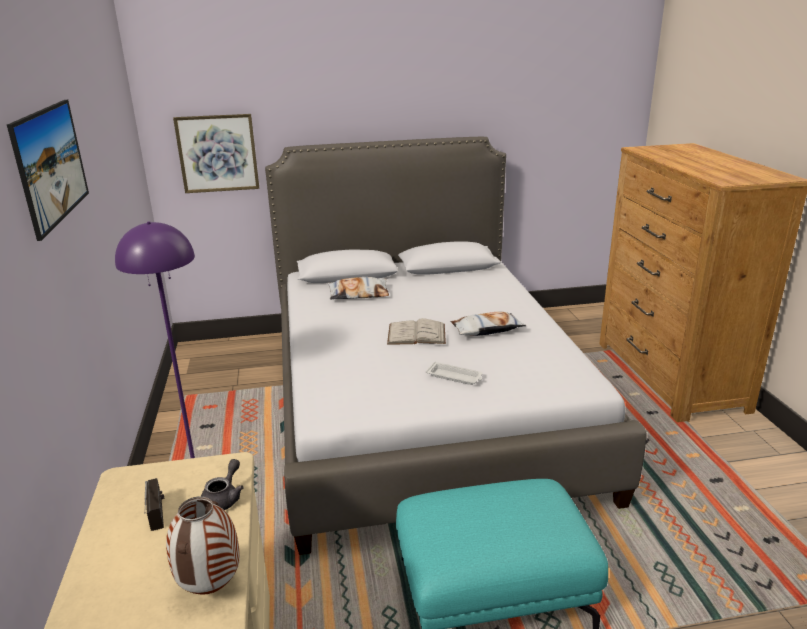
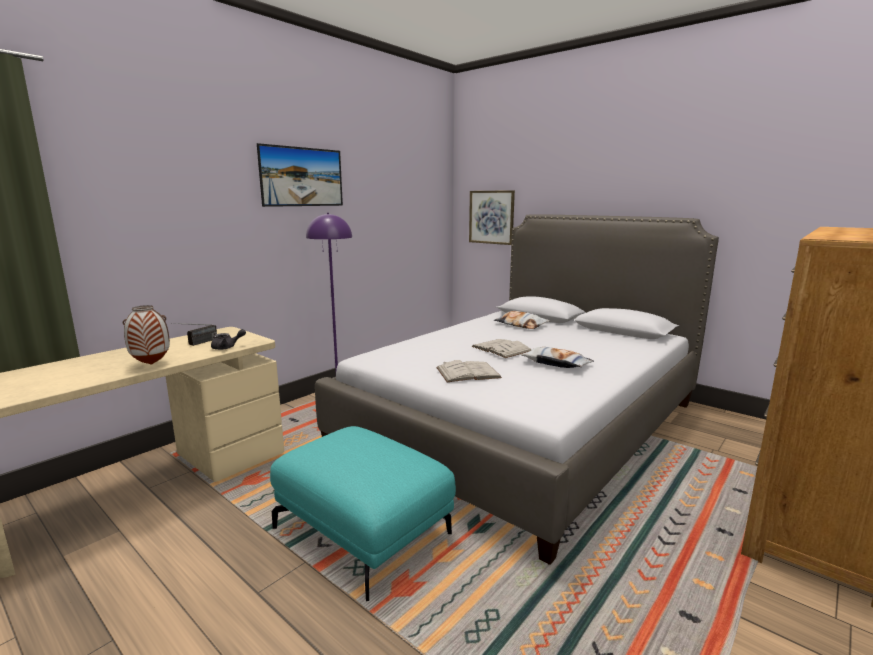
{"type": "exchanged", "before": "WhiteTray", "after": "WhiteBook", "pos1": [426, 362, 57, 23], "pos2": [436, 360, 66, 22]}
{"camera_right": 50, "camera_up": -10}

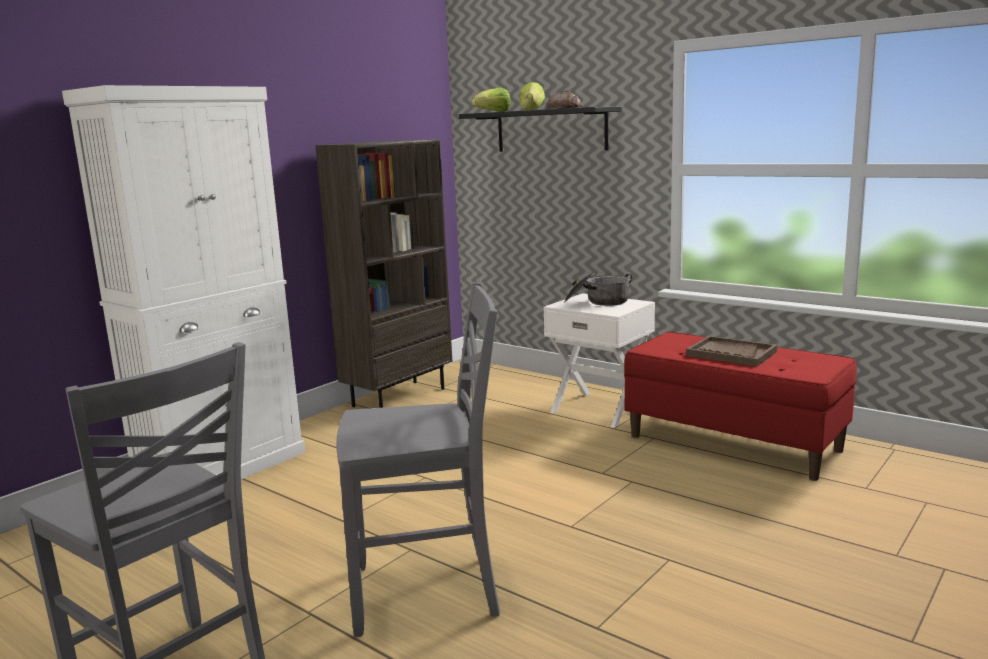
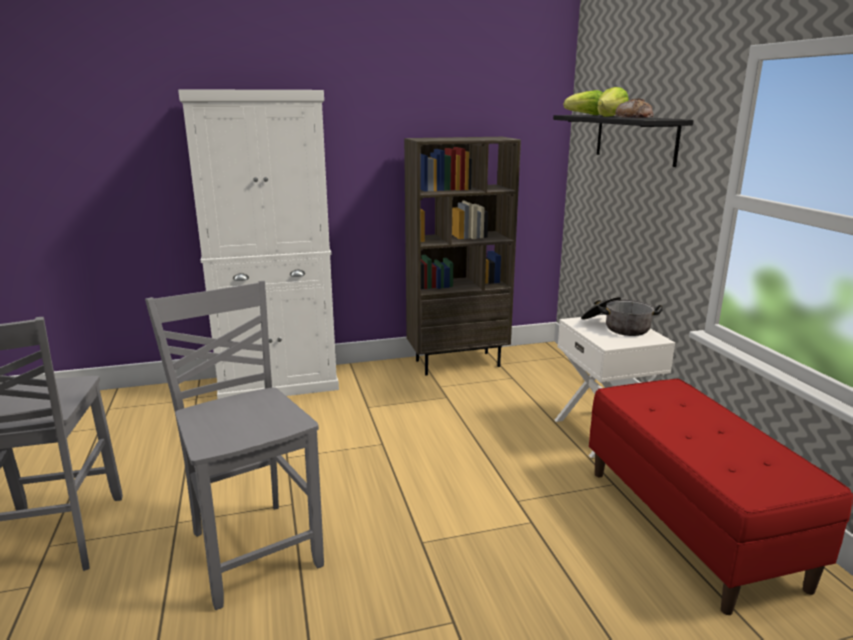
{"type": "spun", "before": "GreyChair", "pos1": [337, 282, 163, 355], "pos2": [145, 281, 179, 329], "turn": -150}
{"type": "missing", "before": "BrownTray", "pos1": [686, 336, 91, 30]}
{"camera_right": 35, "camera_up": 5}

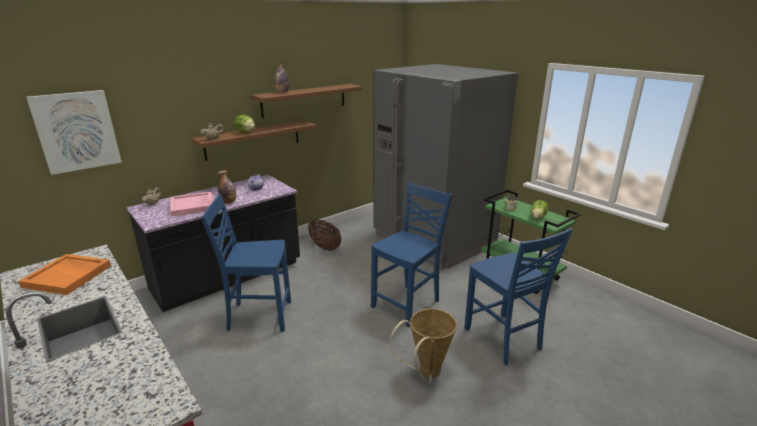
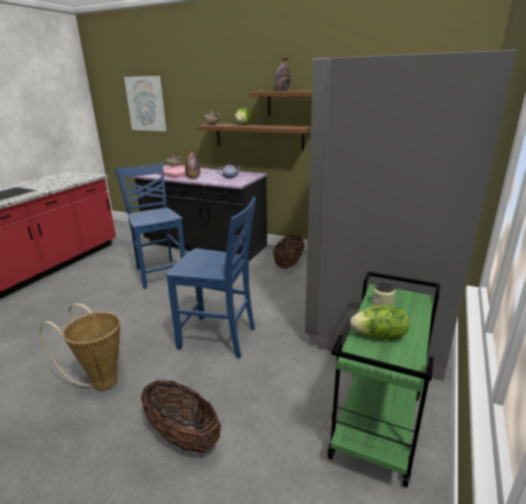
{"type": "exchanged", "before": "BlueChair", "after": "Basket", "pos1": [464, 228, 109, 137], "pos2": [141, 380, 80, 73]}
{"type": "missing", "before": "OrangeTray", "pos1": [18, 254, 93, 41]}
{"camera_right": 65, "camera_up": 0}

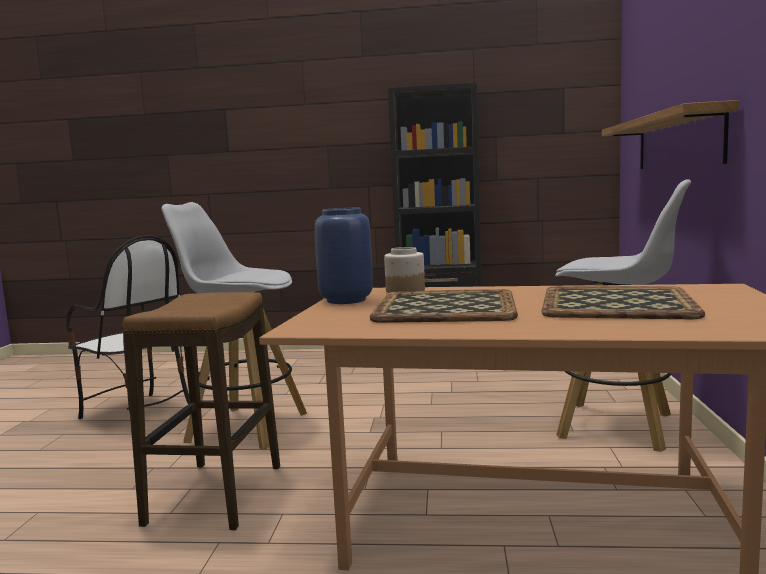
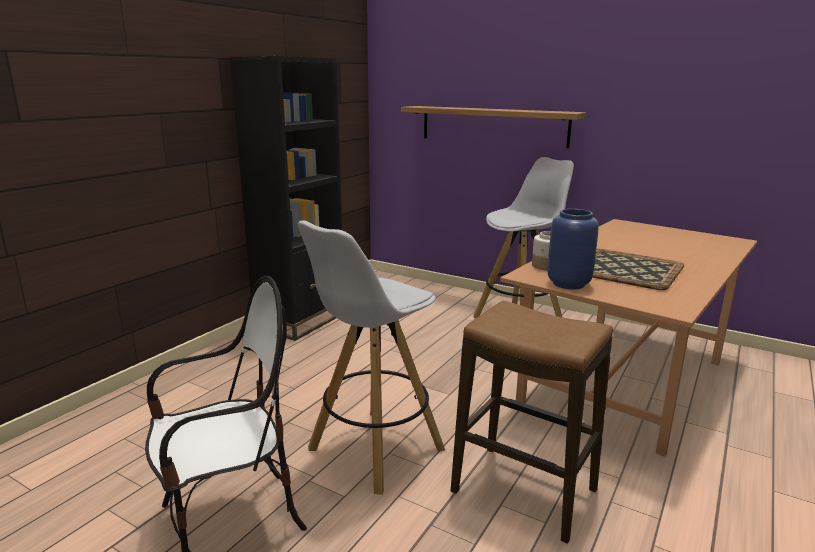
{"type": "missing", "before": "Tray", "pos1": [541, 286, 164, 33]}
{"camera_right": -65, "camera_up": 10}

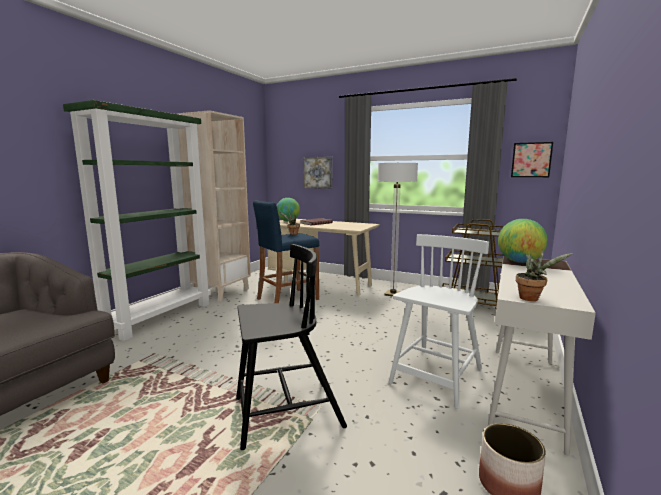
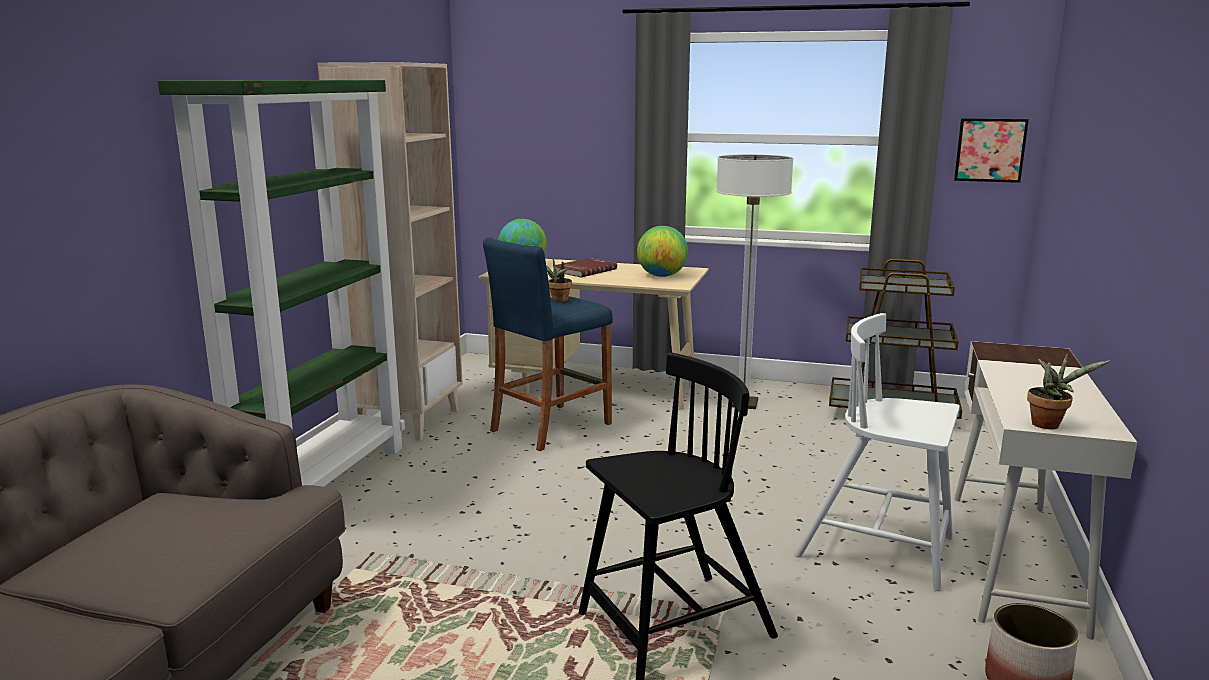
{"type": "relocated", "before": "Globe", "pos1": [498, 219, 50, 44], "pos2": [637, 226, 51, 51]}
{"type": "spun", "before": "WhiteChair", "pos1": [388, 234, 101, 175], "pos2": [794, 313, 166, 278], "turn": -90}
{"type": "missing", "before": "Picture", "pos1": [303, 157, 29, 32]}
{"camera_right": -10, "camera_up": 5}

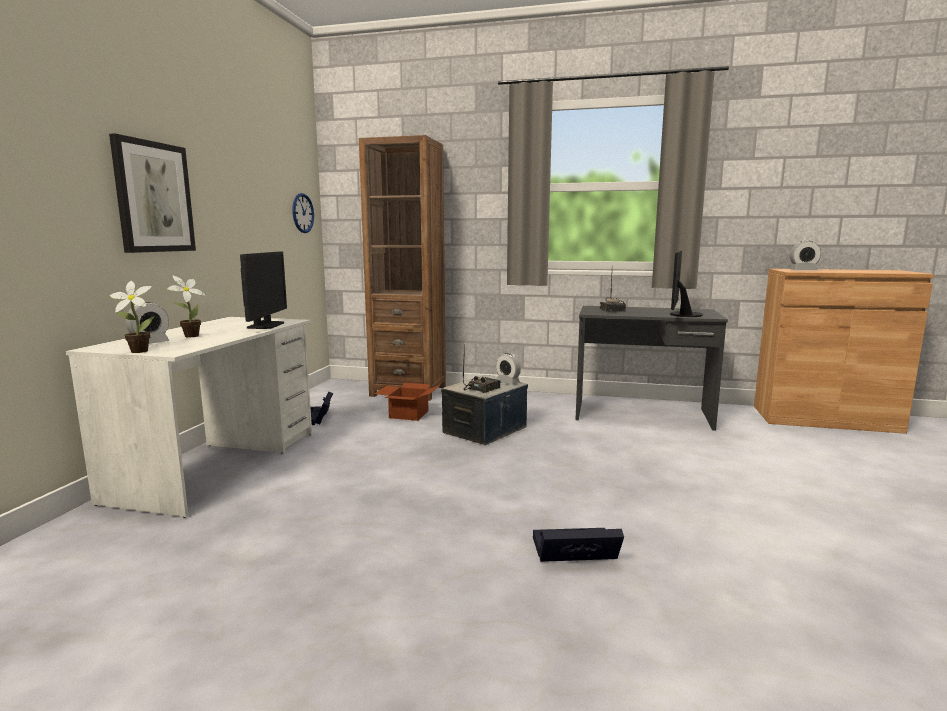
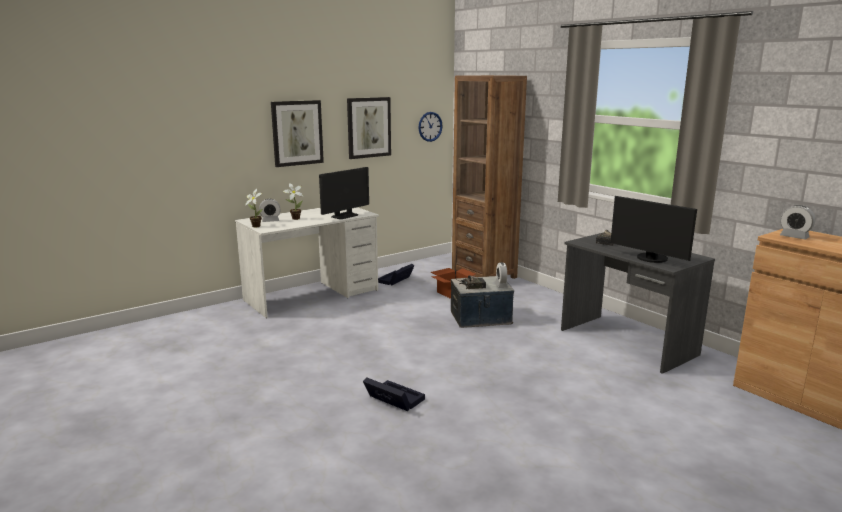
{"type": "appeared", "after": "Picture", "pos2": [347, 97, 44, 62]}
{"type": "spun", "before": "Monitor", "pos1": [670, 251, 33, 66], "pos2": [610, 196, 87, 67], "turn": -105}
{"camera_right": 40, "camera_up": 5}

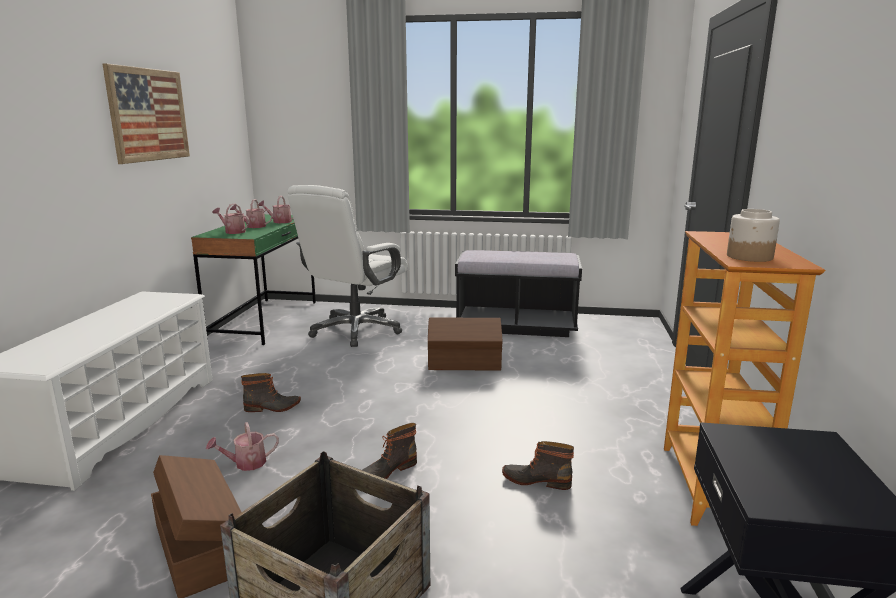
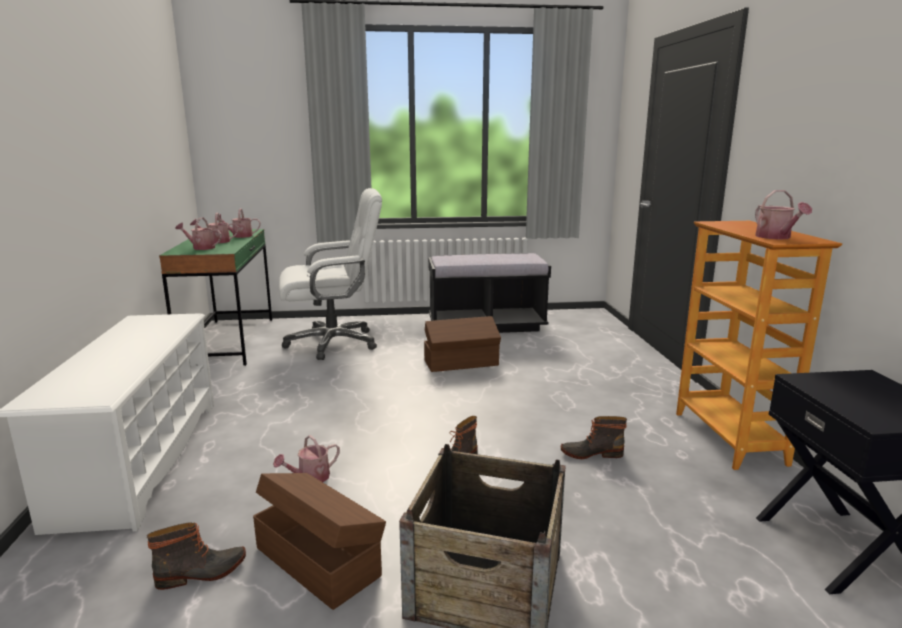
{"type": "relocated", "before": "Boot", "pos1": [241, 373, 60, 39], "pos2": [147, 522, 99, 68]}
{"type": "spun", "before": "WhiteOfficeChair", "pos1": [287, 185, 121, 162], "pos2": [279, 188, 103, 172], "turn": -120}
{"type": "exchanged", "before": "Jar", "after": "WateringCan", "pos1": [727, 209, 53, 53], "pos2": [755, 190, 57, 50]}
{"type": "missing", "before": "Picture", "pos1": [102, 63, 88, 101]}
{"camera_right": -15, "camera_up": 0}

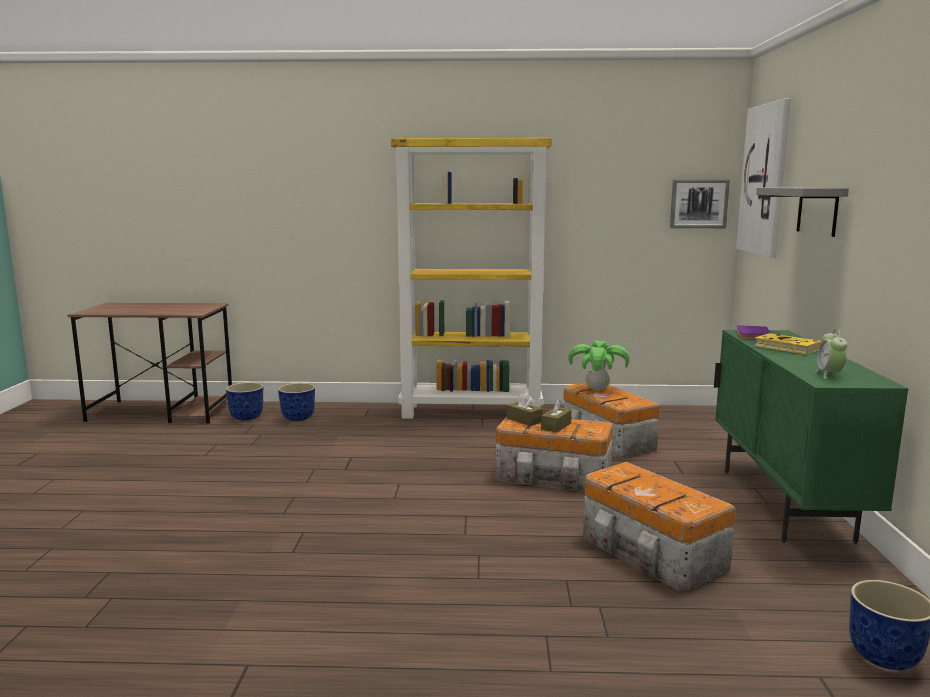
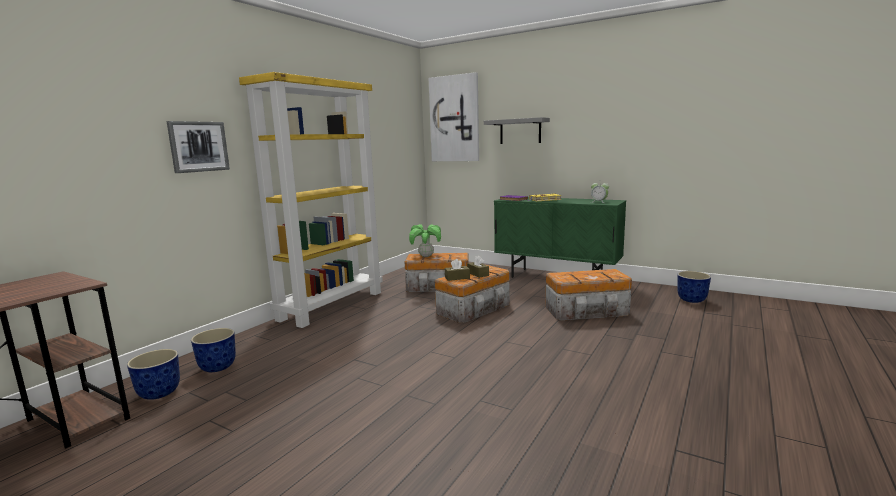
{"type": "relocated", "before": "Picture", "pos1": [670, 180, 60, 48], "pos2": [167, 121, 63, 52]}
{"camera_right": -60, "camera_up": 0}

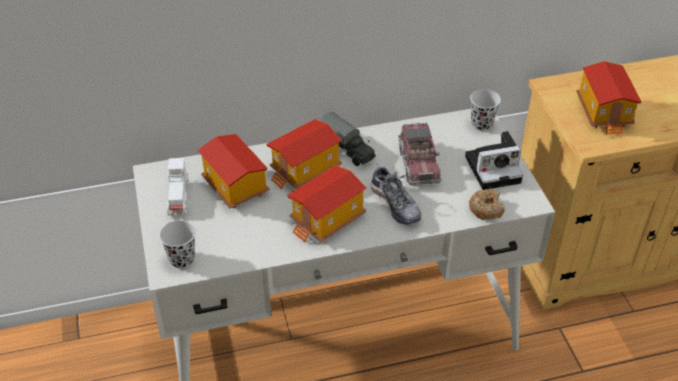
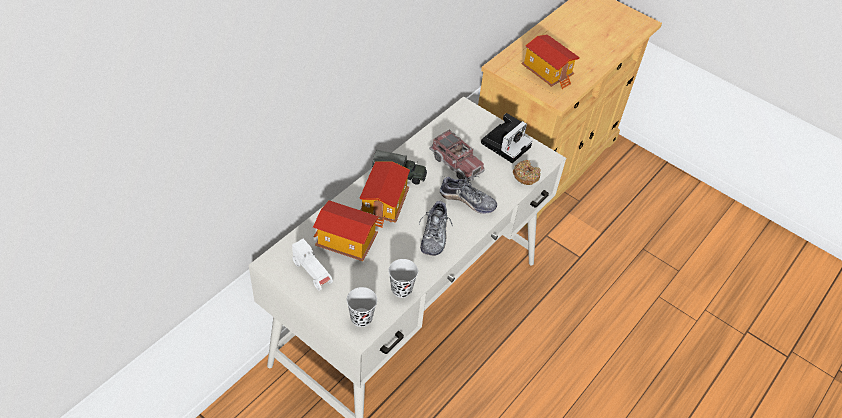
{"type": "relocated", "before": "BlackCup", "pos1": [470, 89, 31, 42], "pos2": [389, 259, 29, 39]}
{"type": "exchanged", "before": "ToyHouse", "after": "Shoe", "pos1": [287, 165, 80, 78], "pos2": [419, 201, 34, 55]}
{"camera_right": -40, "camera_up": 5}

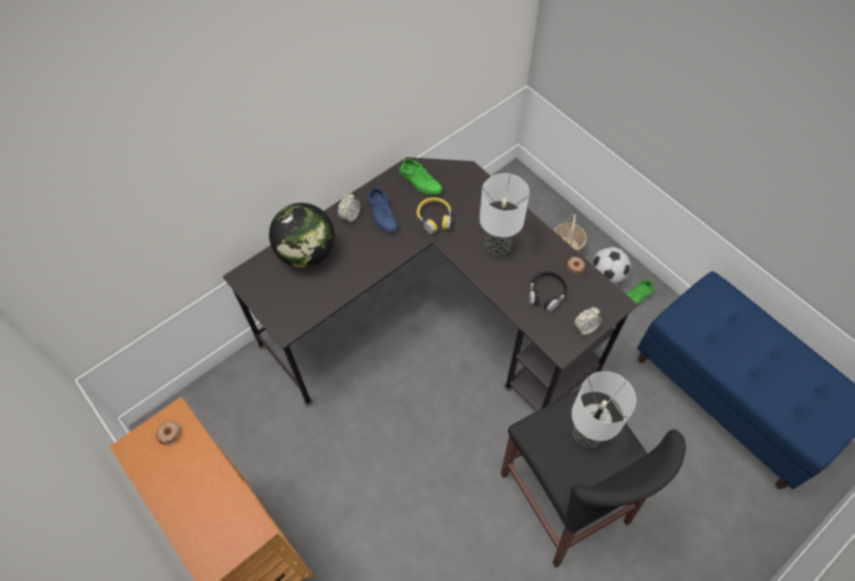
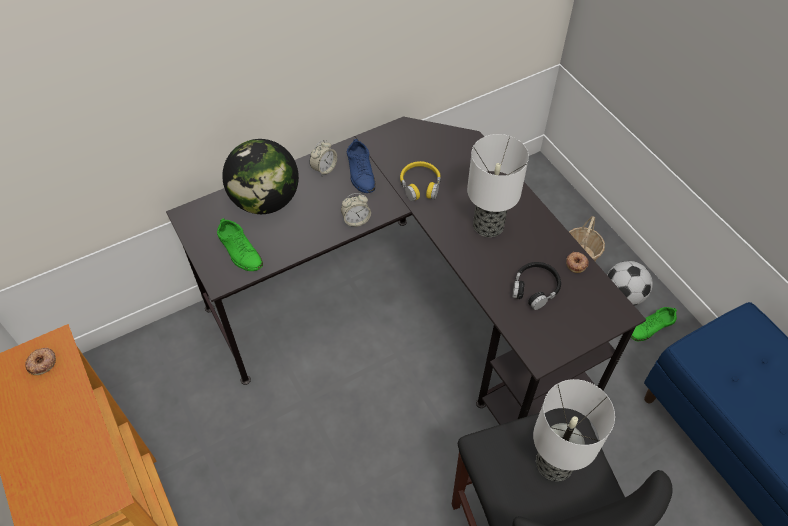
{"type": "relocated", "before": "GreenShoe", "pos1": [399, 158, 44, 37], "pos2": [217, 218, 46, 53]}
{"type": "relocated", "before": "AlarmClock", "pos1": [574, 307, 28, 28], "pos2": [341, 193, 30, 34]}
{"camera_right": 10, "camera_up": -5}

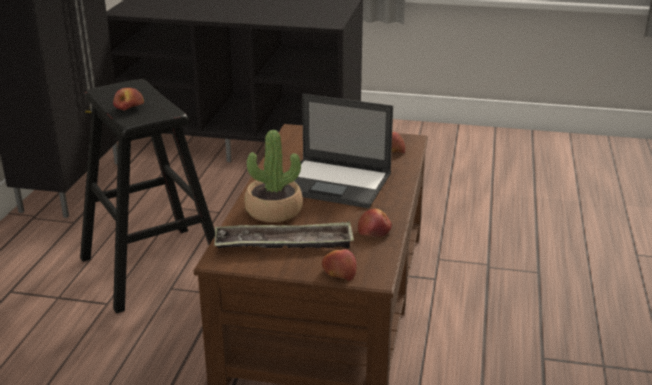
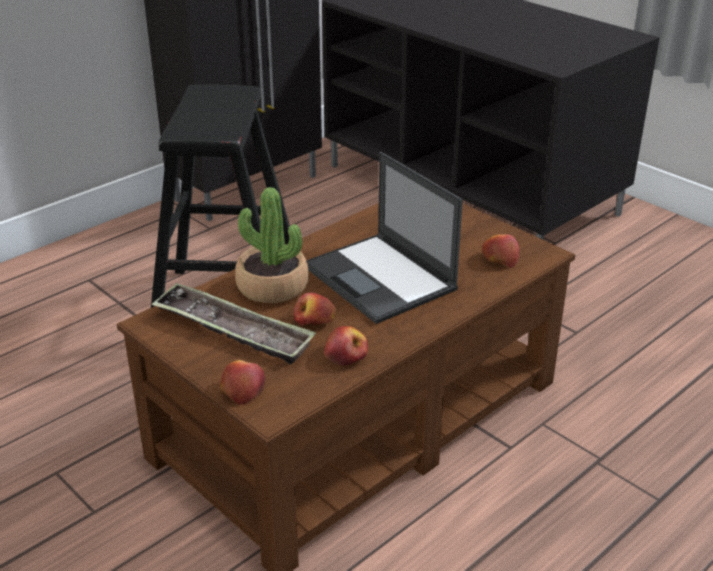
{"type": "relocated", "before": "Apple", "pos1": [113, 88, 31, 23], "pos2": [294, 293, 42, 33]}
{"camera_right": 35, "camera_up": 5}

